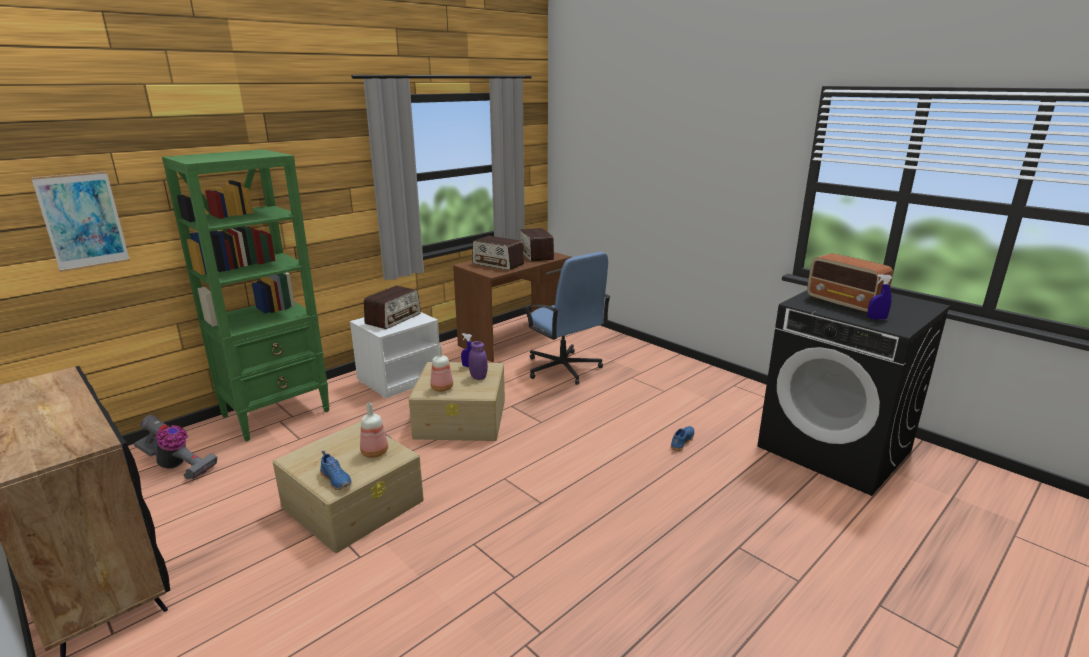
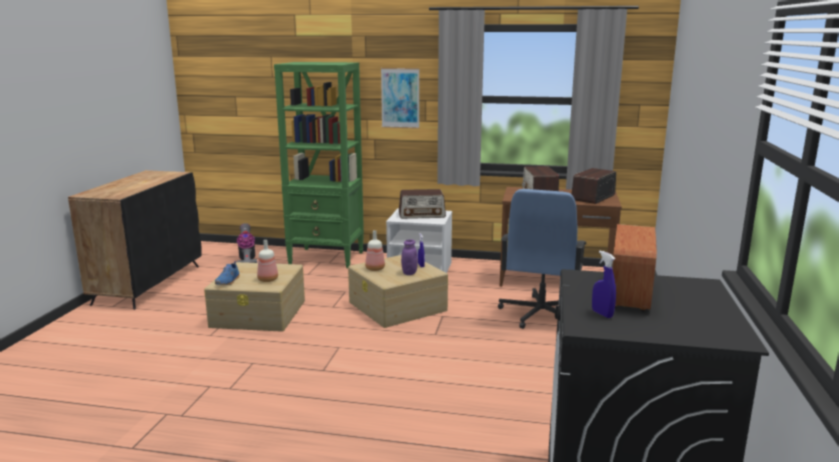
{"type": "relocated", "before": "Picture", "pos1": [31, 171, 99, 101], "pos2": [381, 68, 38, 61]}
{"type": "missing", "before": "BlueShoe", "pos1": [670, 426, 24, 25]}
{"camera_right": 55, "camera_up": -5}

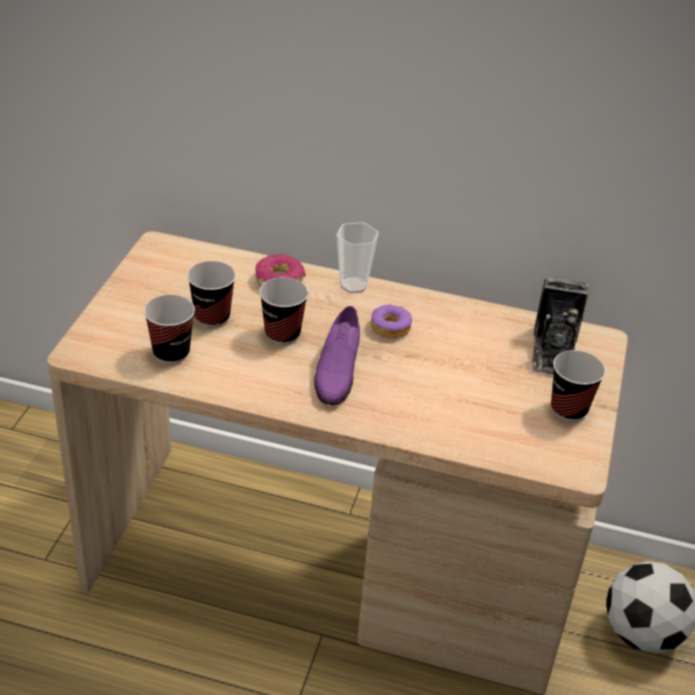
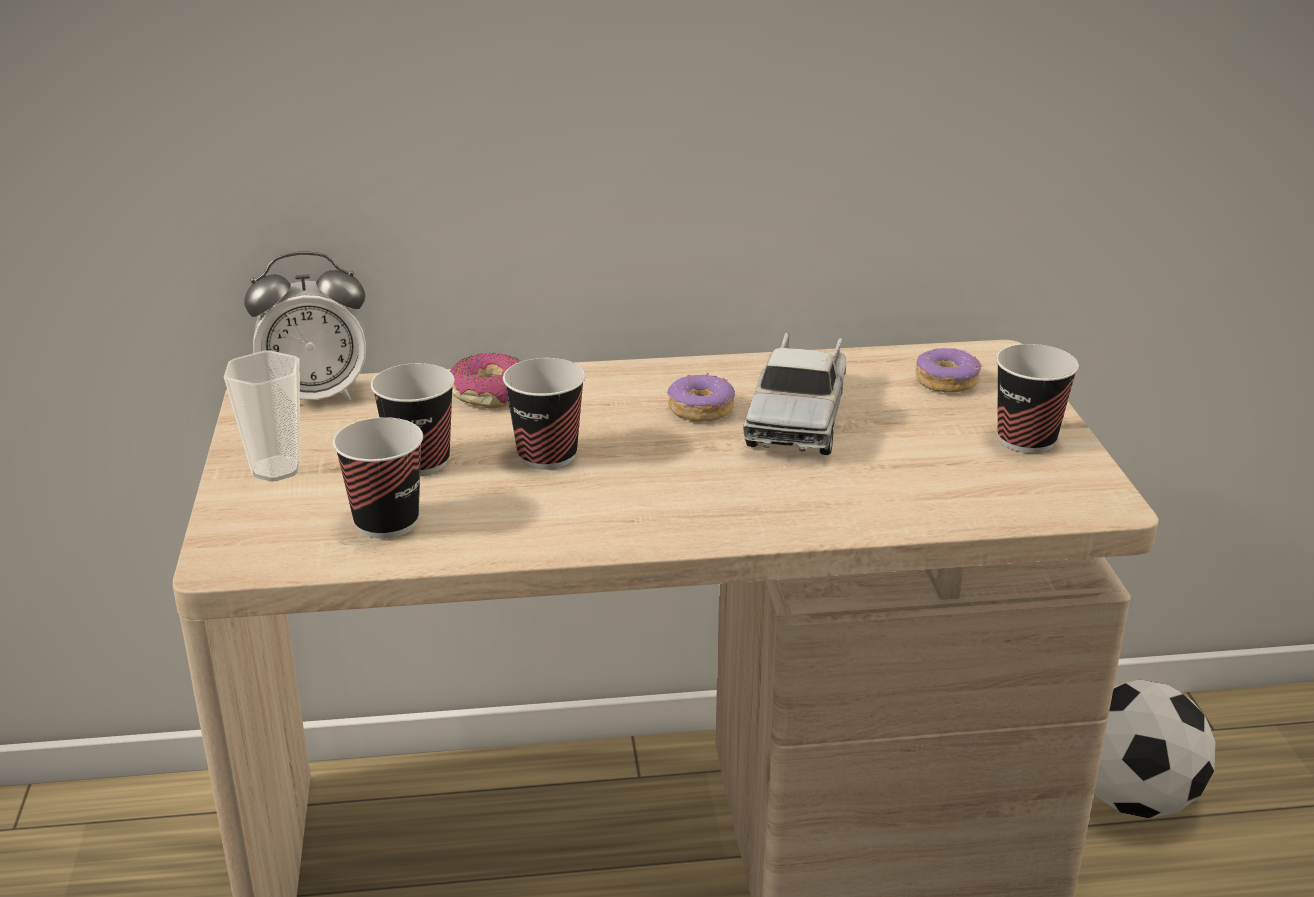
{"type": "relocated", "before": "Cup", "pos1": [336, 222, 43, 71], "pos2": [224, 350, 76, 132]}
{"type": "appeared", "after": "AlarmClock", "pos2": [244, 252, 122, 149]}
{"type": "appeared", "after": "ToyTruck", "pos2": [743, 333, 103, 122]}
{"type": "exchanged", "before": "PhotoCamera", "after": "Donut", "pos1": [531, 277, 58, 98], "pos2": [916, 348, 66, 45]}
{"type": "missing", "before": "PurpleShoe", "pos1": [314, 306, 46, 100]}
{"camera_right": -20, "camera_up": -10}

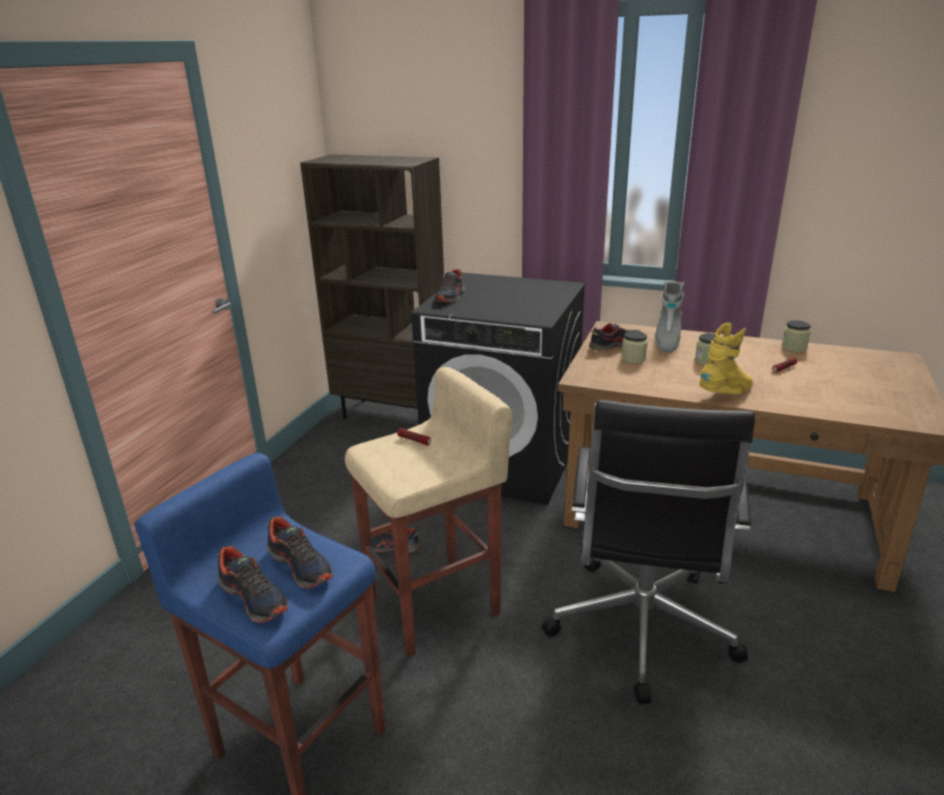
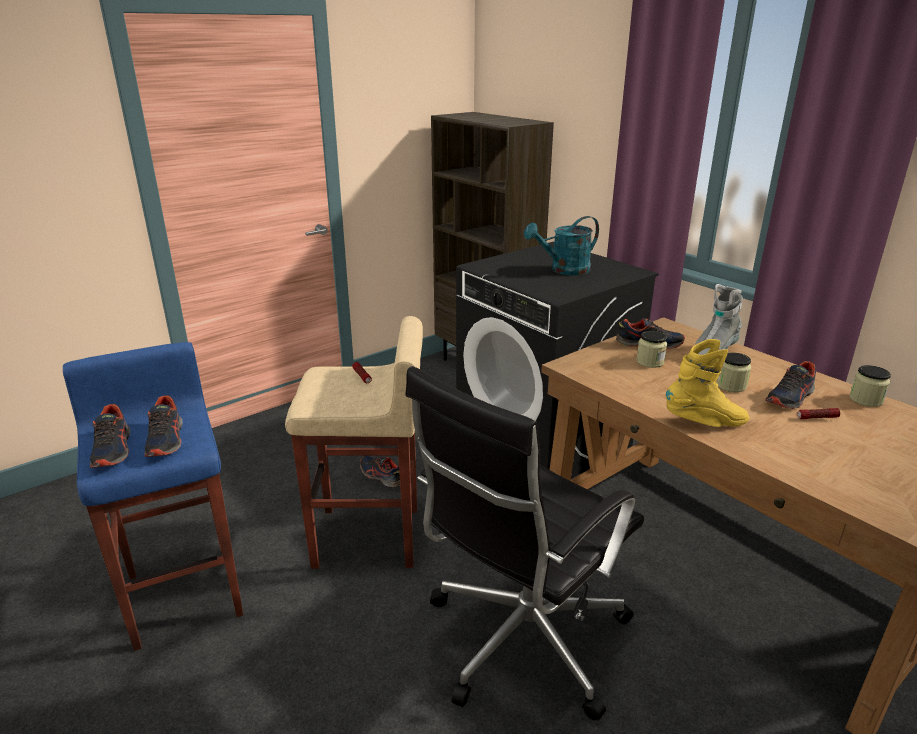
{"type": "appeared", "after": "TurquoiseWateringCan", "pos2": [524, 216, 75, 59]}
{"type": "relocated", "before": "Shoe", "pos1": [434, 269, 31, 33], "pos2": [765, 361, 51, 48]}
{"camera_right": 30, "camera_up": 0}

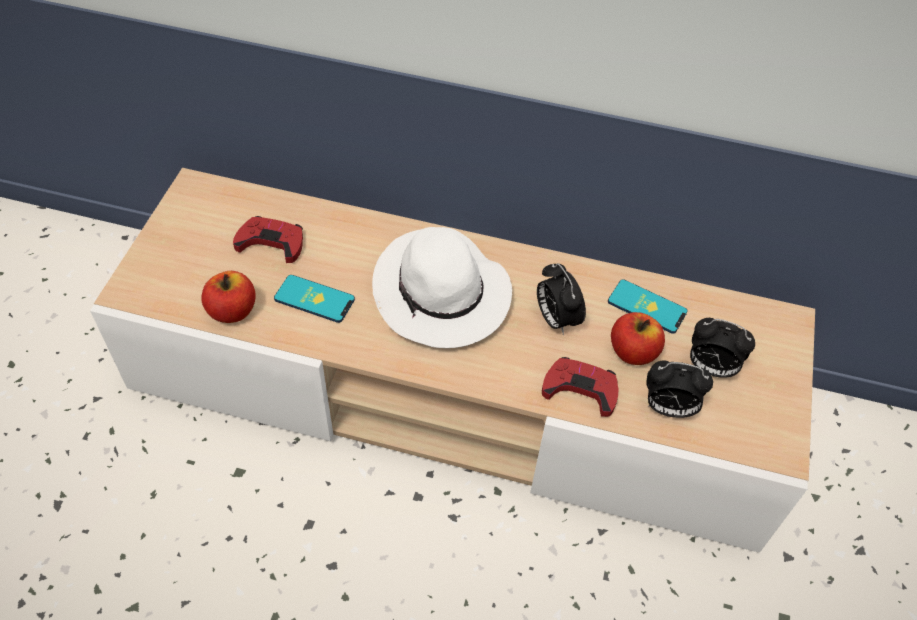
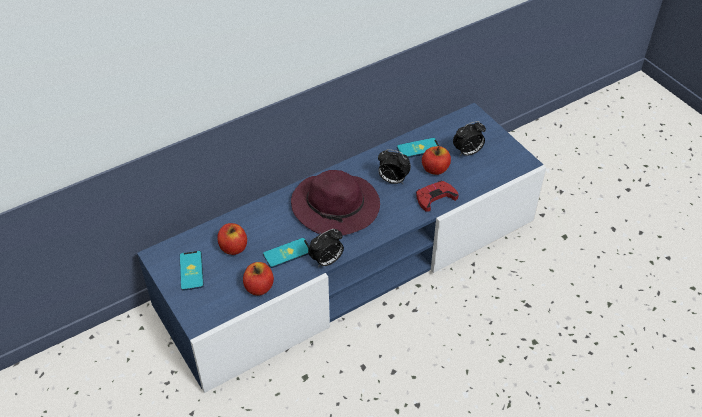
{"type": "colour", "before": "BeigeTvStand", "after": "BlueTvStand", "pos1": [90, 168, 725, 385], "pos2": [137, 103, 409, 290]}
{"type": "appeared", "after": "Phone", "pos2": [180, 251, 24, 40]}
{"type": "exchanged", "before": "RedGameController", "after": "Apple", "pos1": [233, 216, 70, 47], "pos2": [217, 223, 30, 32]}
{"type": "colour", "before": "WhiteHat", "after": "PurpleHat", "pos1": [372, 227, 140, 121], "pos2": [291, 170, 89, 66]}
{"type": "relocated", "before": "AlarmClock", "pos1": [646, 360, 67, 58], "pos2": [308, 229, 36, 38]}
{"camera_right": -45, "camera_up": -5}

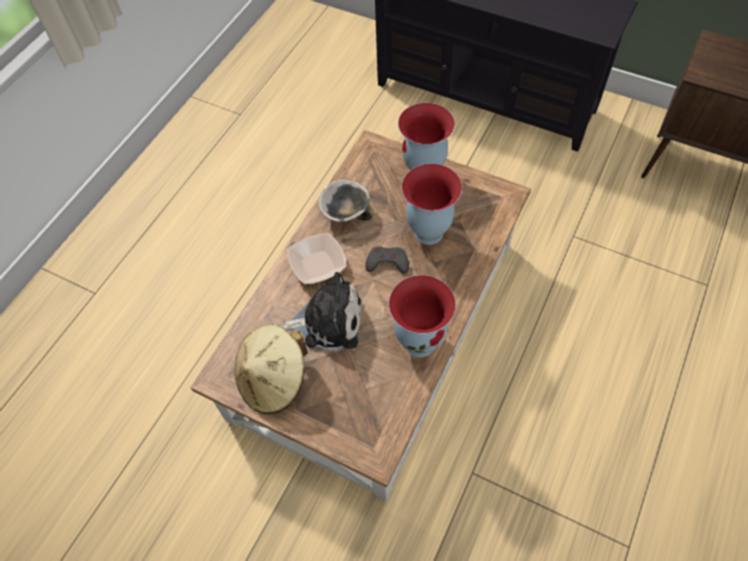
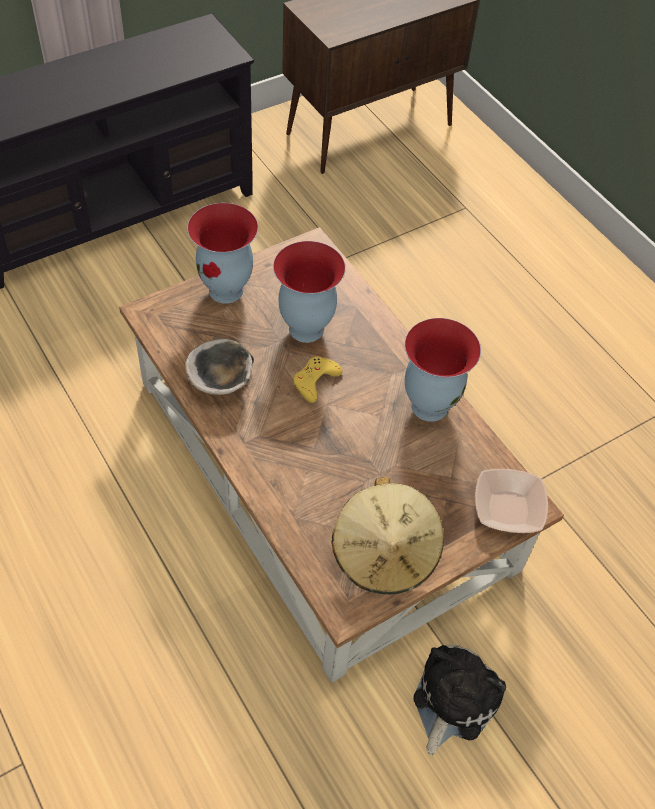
{"type": "colour", "before": "GreyGameController", "after": "YellowGameController", "pos1": [365, 246, 44, 28], "pos2": [293, 356, 50, 47]}
{"type": "relocated", "before": "PlushToy", "pos1": [281, 272, 81, 80], "pos2": [413, 645, 93, 111]}
{"type": "relocated", "before": "Bowl", "pos1": [287, 233, 59, 51], "pos2": [475, 469, 73, 64]}
{"camera_right": -65, "camera_up": -5}

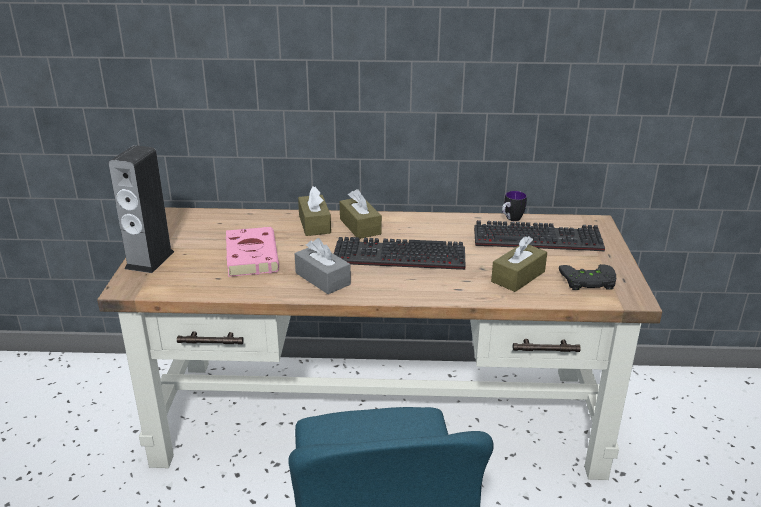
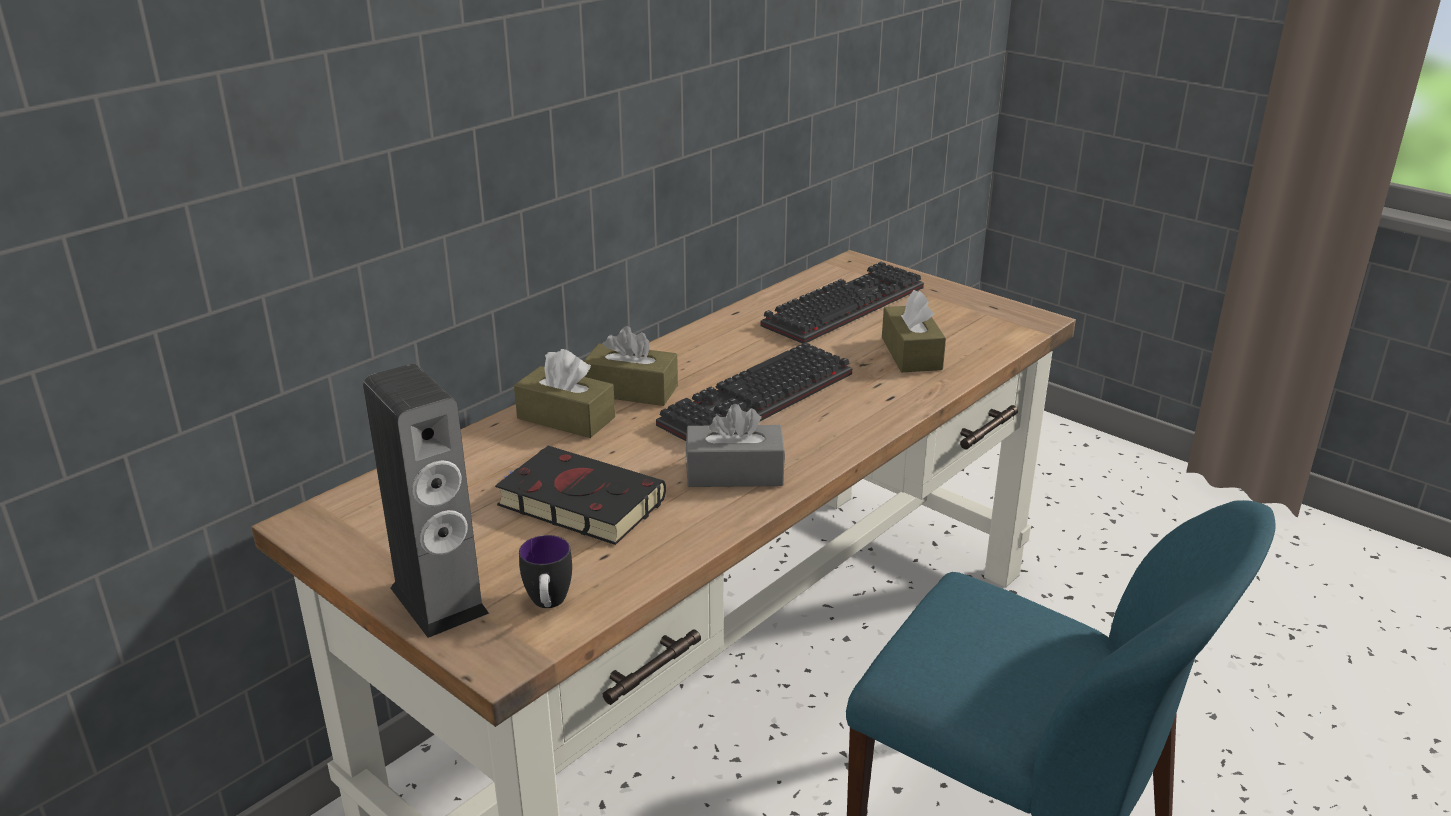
{"type": "colour", "before": "PinkBook", "after": "BlackBook", "pos1": [226, 227, 53, 50], "pos2": [495, 446, 171, 99]}
{"type": "relocated", "before": "Mug", "pos1": [502, 191, 25, 30], "pos2": [519, 535, 53, 73]}
{"type": "missing", "before": "BlackGameController", "pos1": [559, 264, 57, 26]}
{"camera_right": -50, "camera_up": 0}

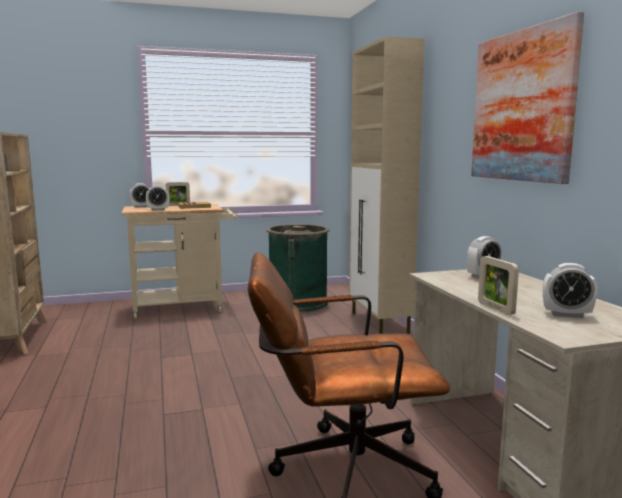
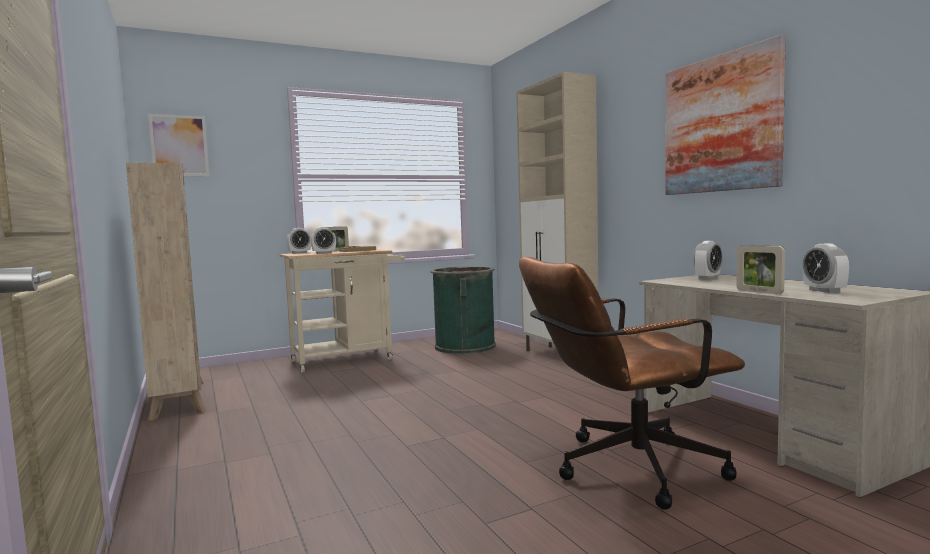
{"type": "appeared", "after": "Picture", "pos2": [148, 114, 61, 62]}
{"type": "spun", "before": "AlarmClock", "pos1": [543, 263, 54, 55], "pos2": [803, 243, 46, 50], "turn": 75}
{"camera_right": -10, "camera_up": -5}

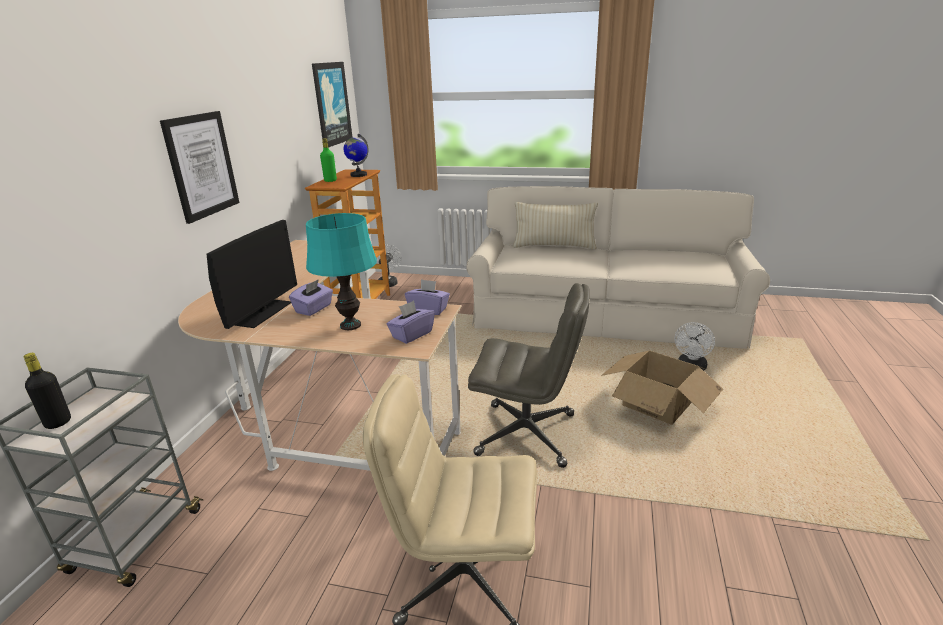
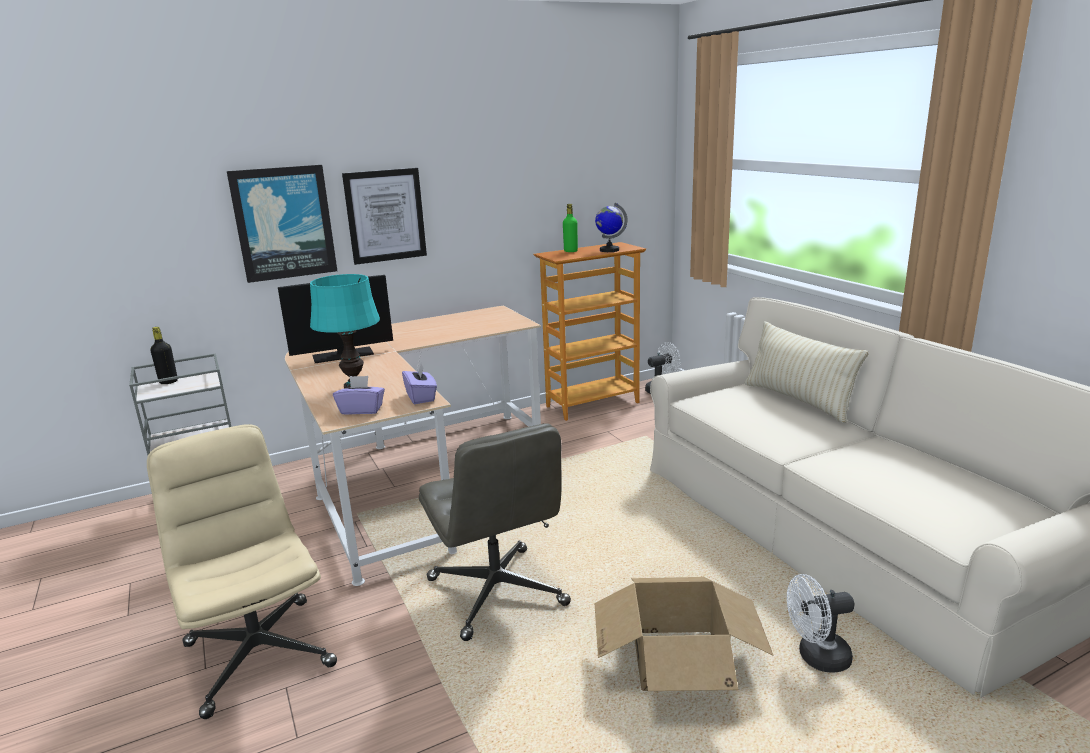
{"type": "relocated", "before": "Picture", "pos1": [312, 62, 41, 85], "pos2": [227, 165, 110, 118]}
{"type": "missing", "before": "PurpleTissueBox", "pos1": [289, 279, 44, 37]}
{"camera_right": 50, "camera_up": -5}

